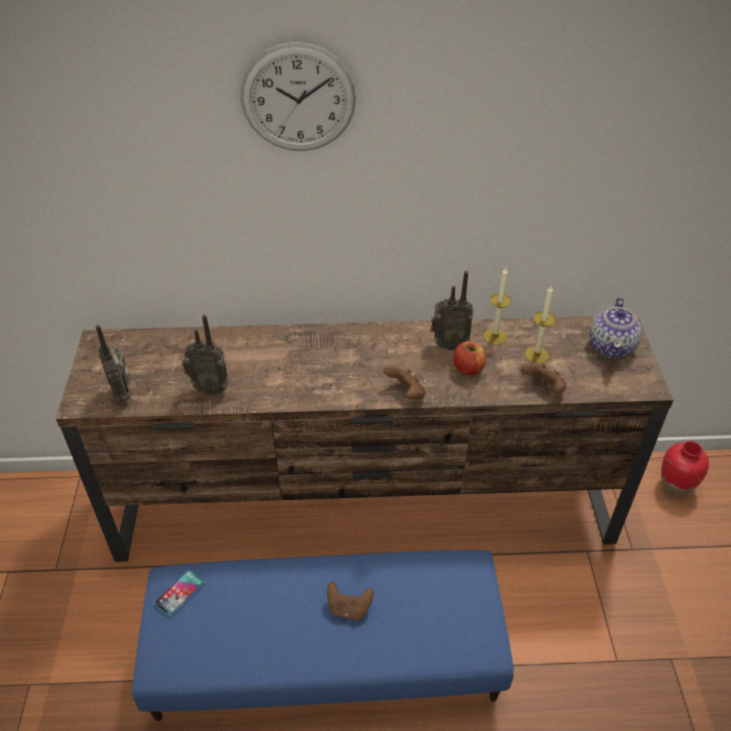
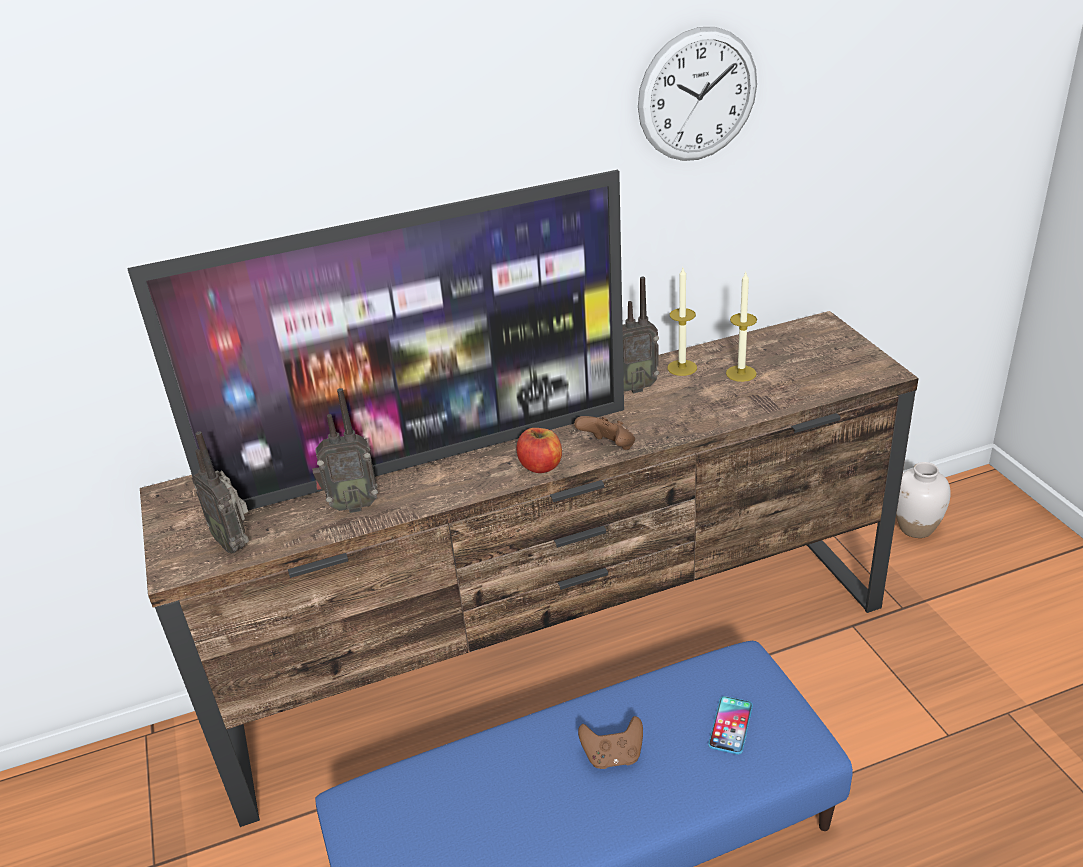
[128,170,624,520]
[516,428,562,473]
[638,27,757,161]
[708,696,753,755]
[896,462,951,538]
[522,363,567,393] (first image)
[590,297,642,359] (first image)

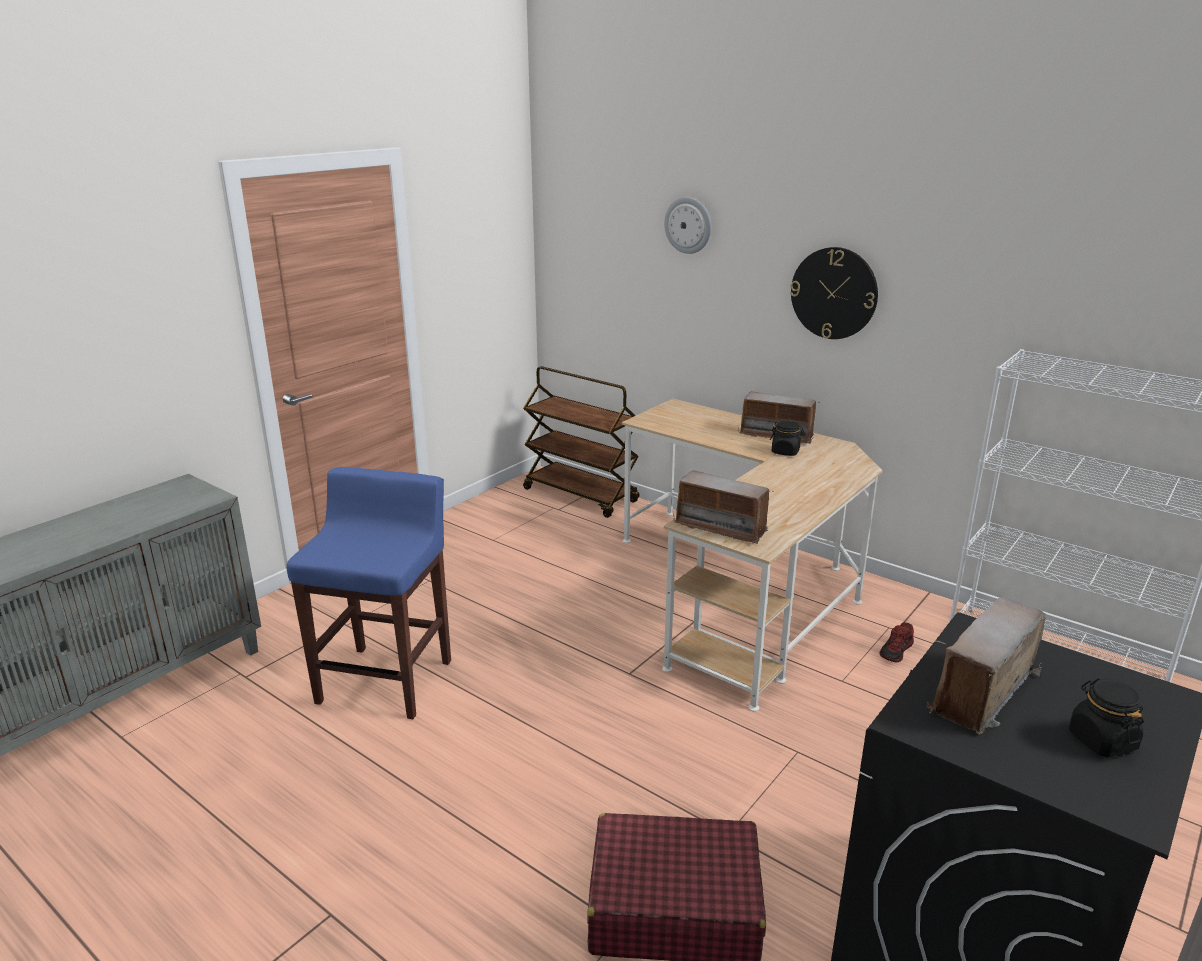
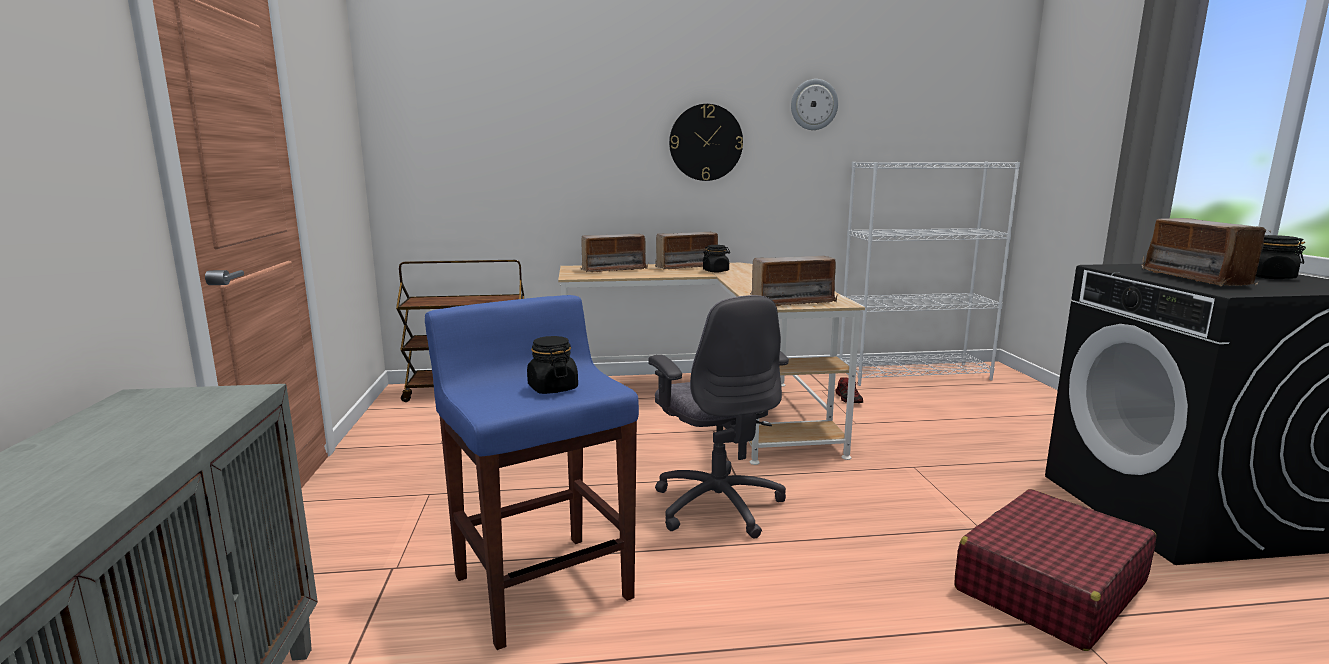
[527,336,578,394]
[582,234,648,272]
[648,295,789,538]
[791,79,838,130]

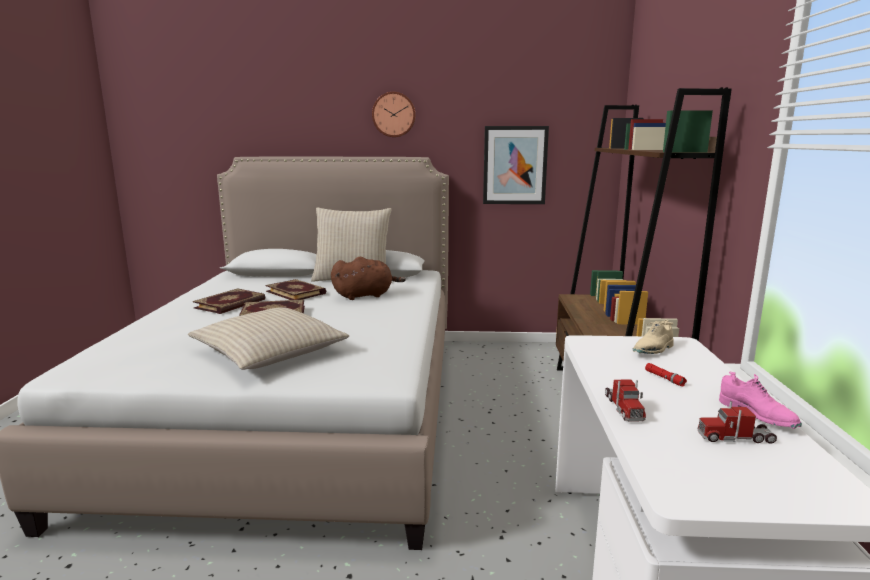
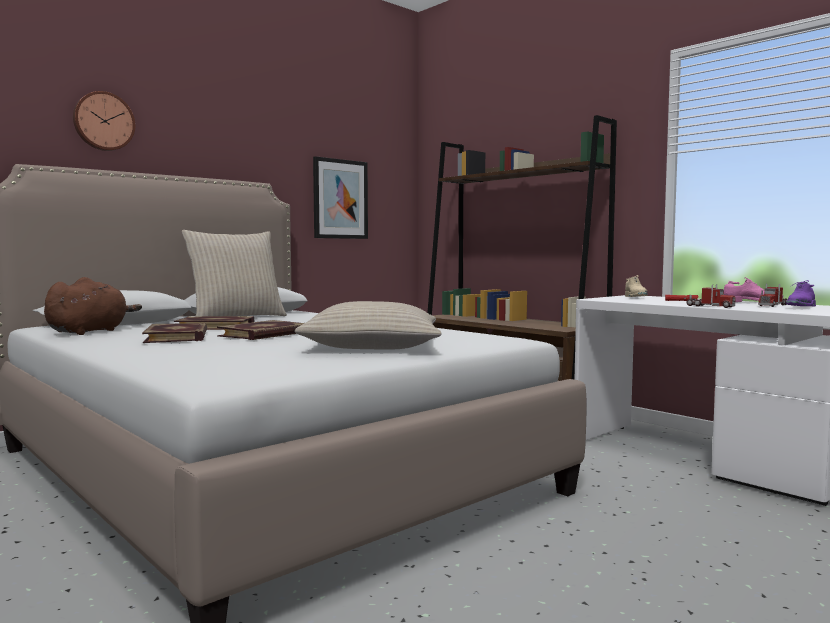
[44,277,142,335]
[73,91,135,151]
[786,280,816,307]

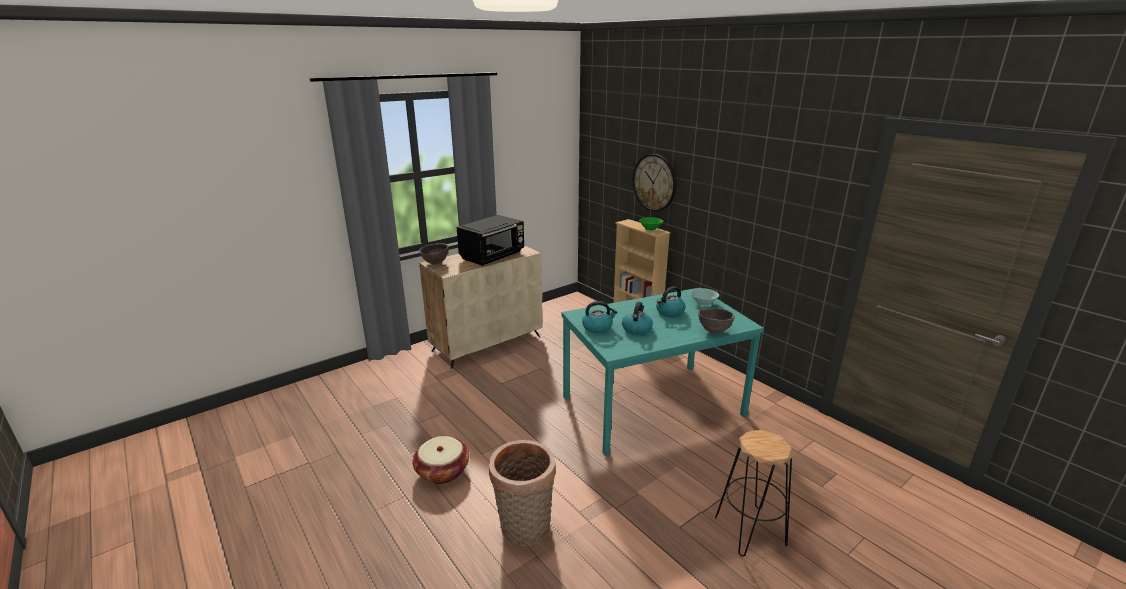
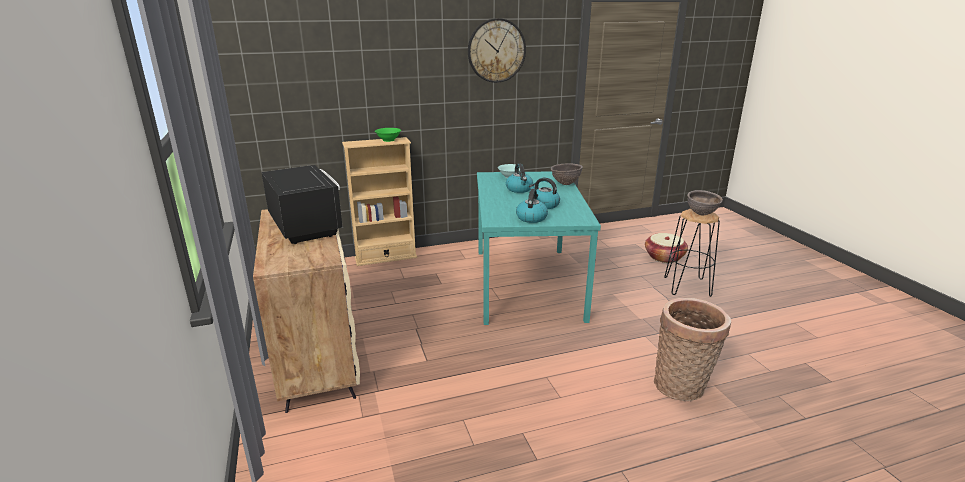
[468,18,526,83]
[645,233,688,263]
[687,190,723,215]

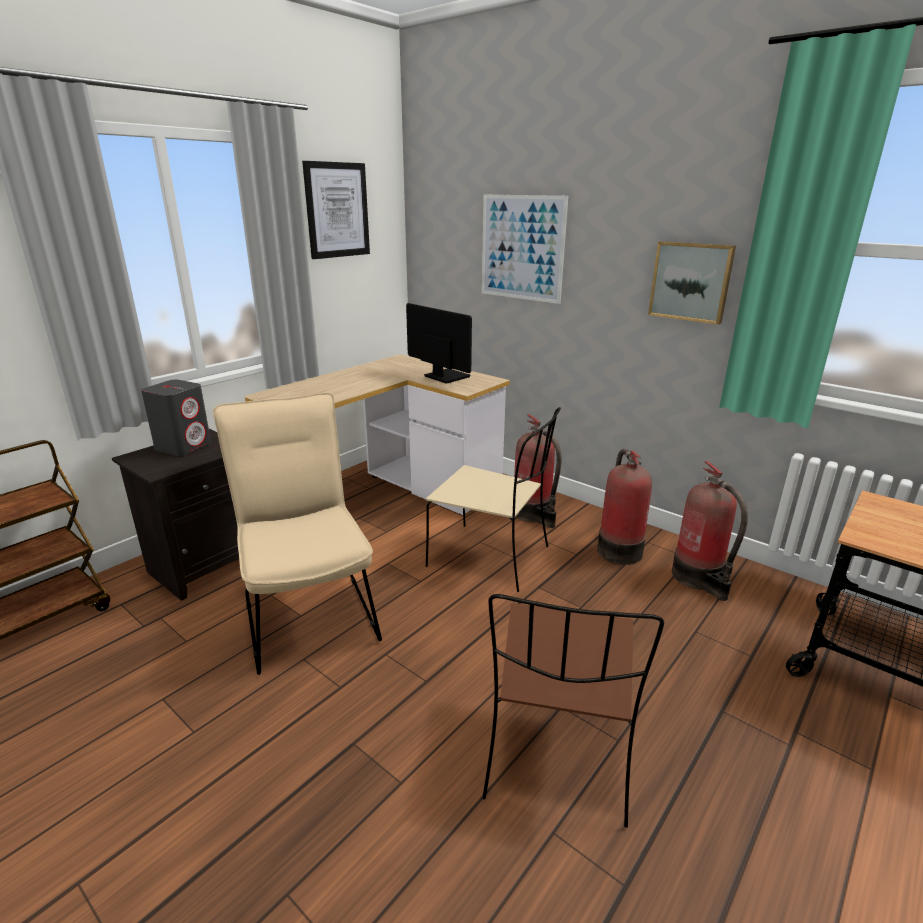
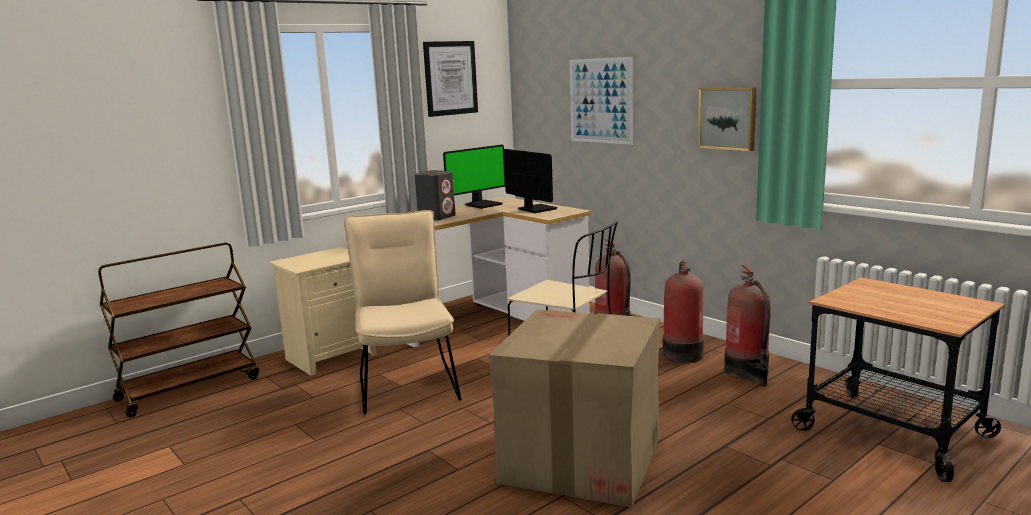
[269,247,377,376]
[415,170,456,220]
[443,145,505,209]
[489,309,660,507]

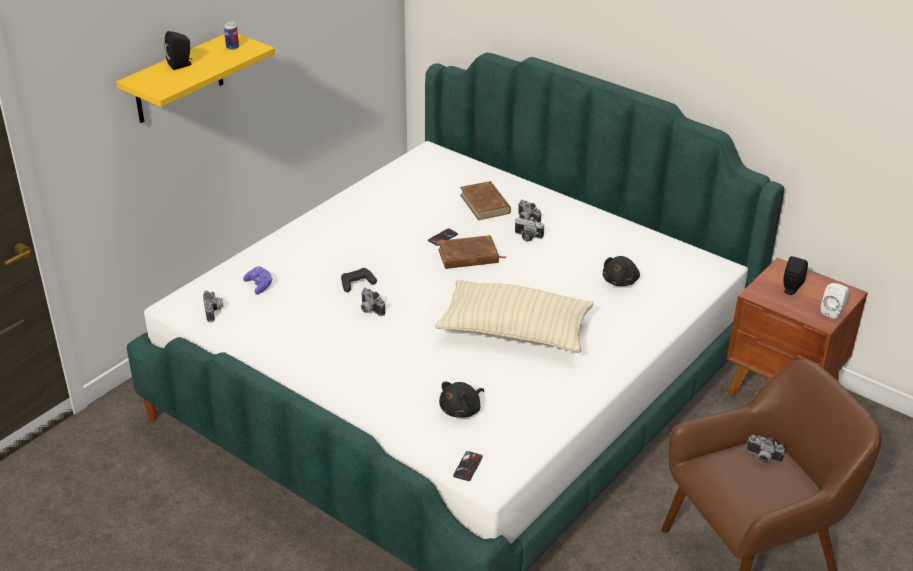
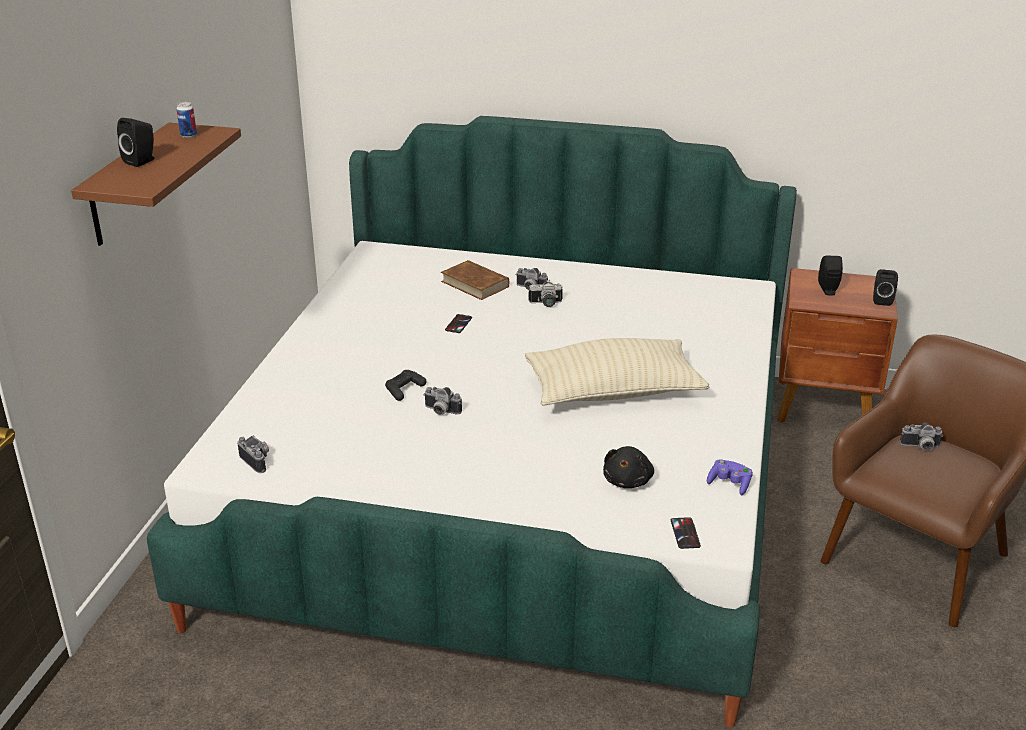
[71,123,241,246]
[707,459,753,495]
[873,269,898,306]
[438,235,505,269] (first image)
[603,256,640,286] (first image)

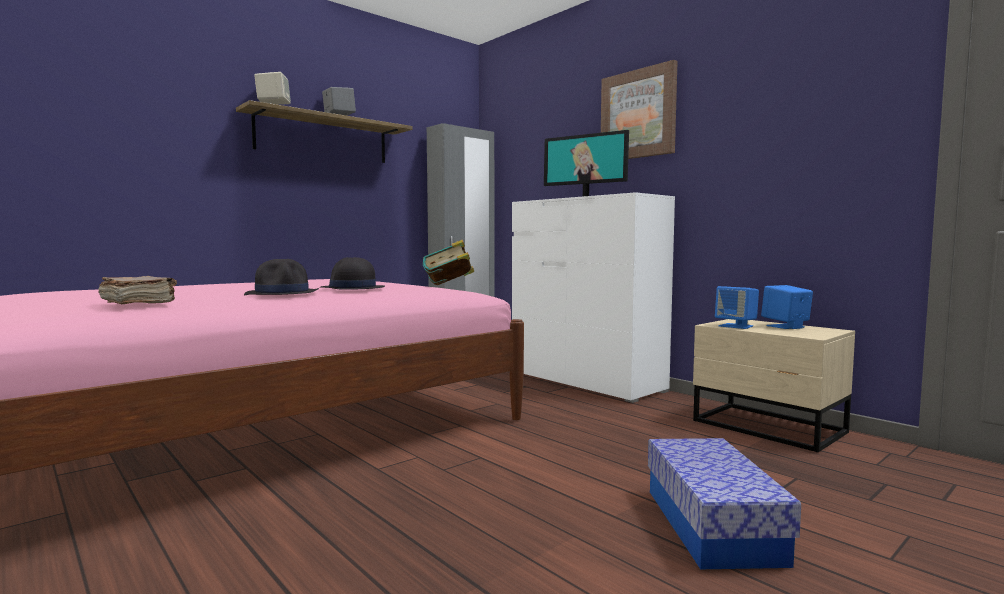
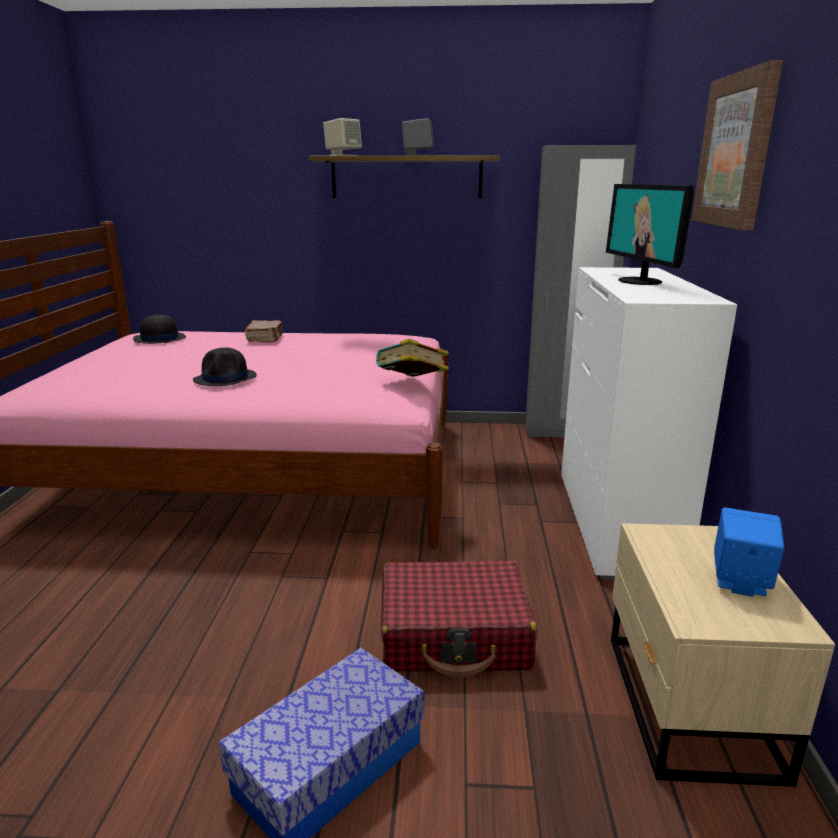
[133,314,186,344]
[245,320,283,343]
[381,561,537,677]
[715,286,759,329] (first image)

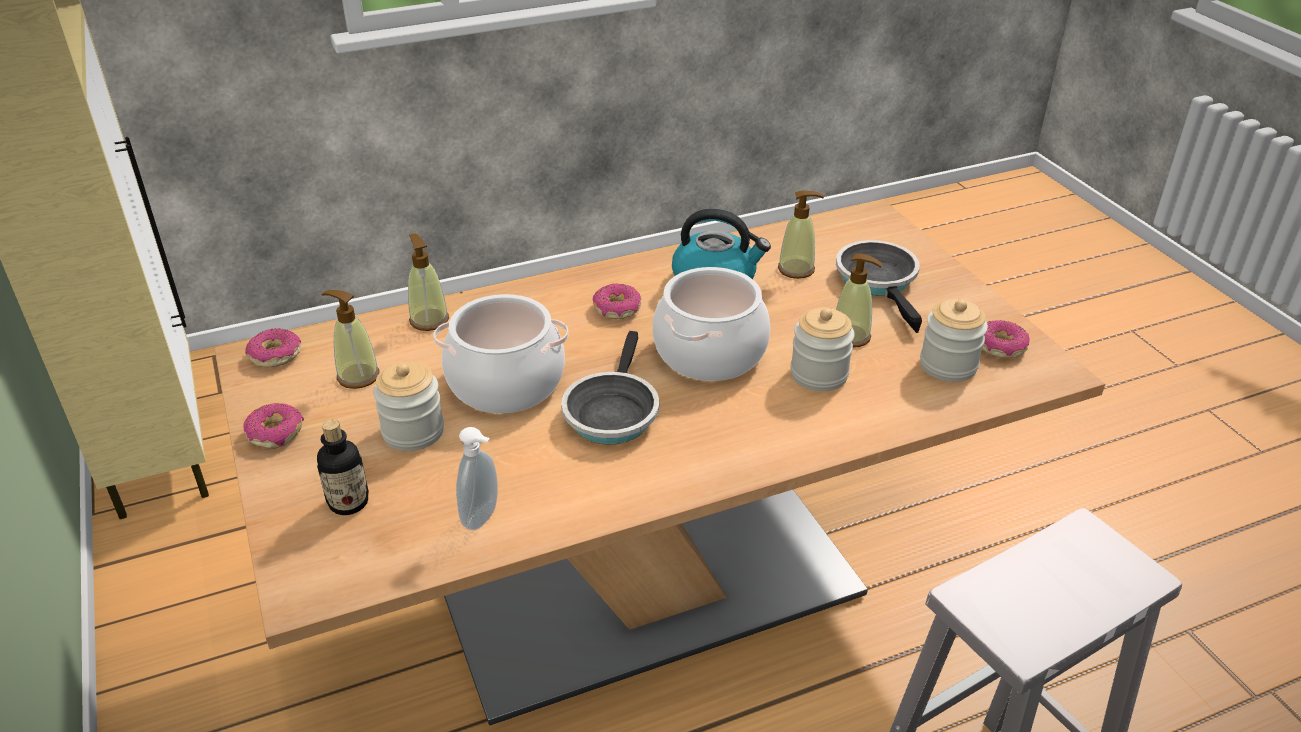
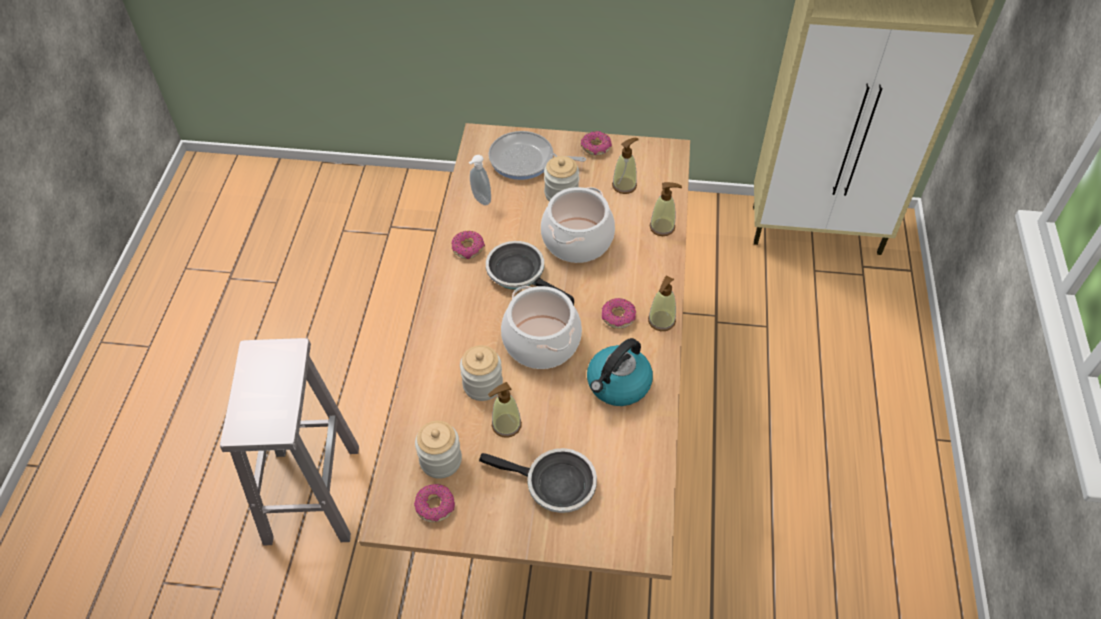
[451,231,485,259]
[489,131,586,180]
[648,276,676,331]

